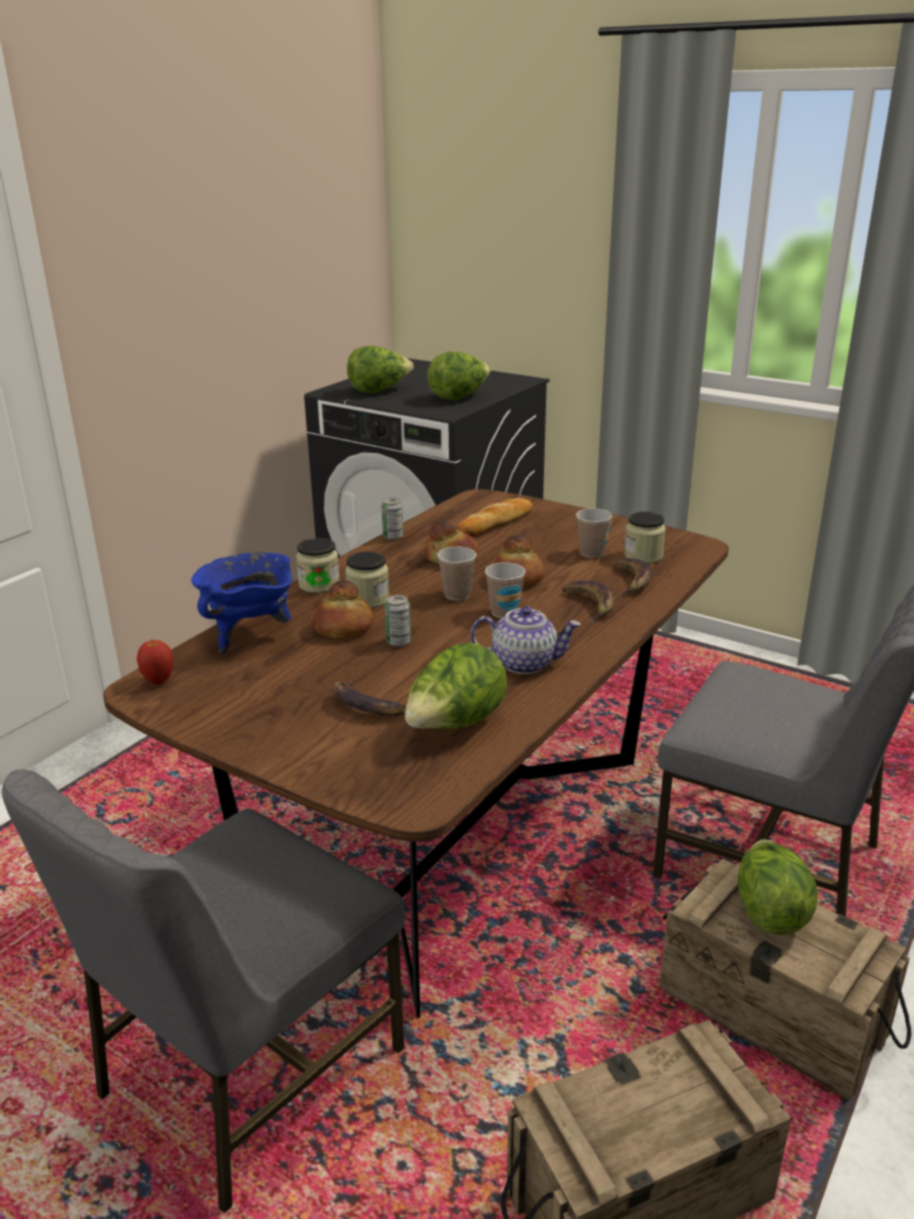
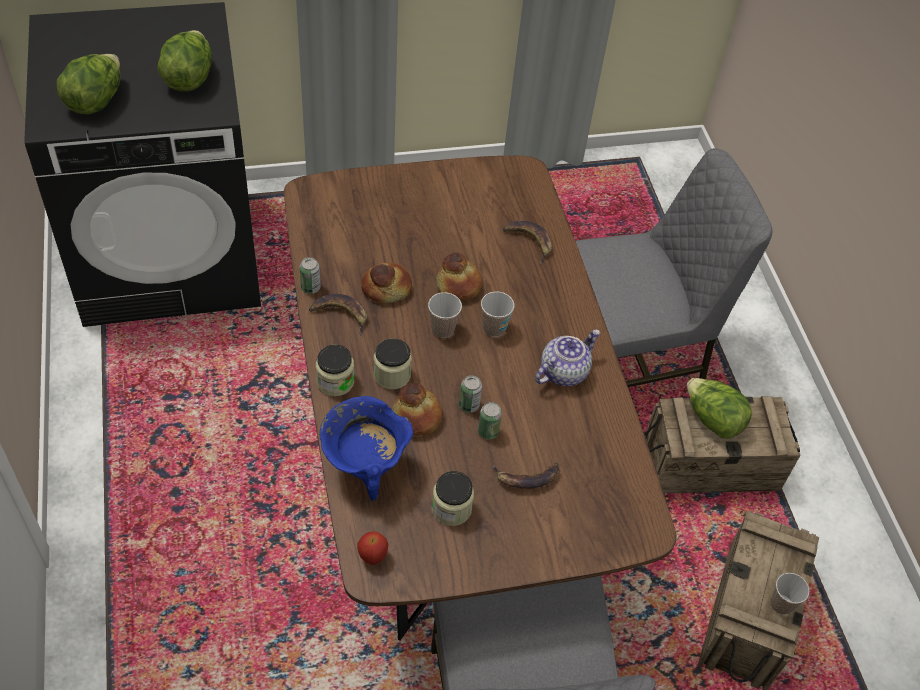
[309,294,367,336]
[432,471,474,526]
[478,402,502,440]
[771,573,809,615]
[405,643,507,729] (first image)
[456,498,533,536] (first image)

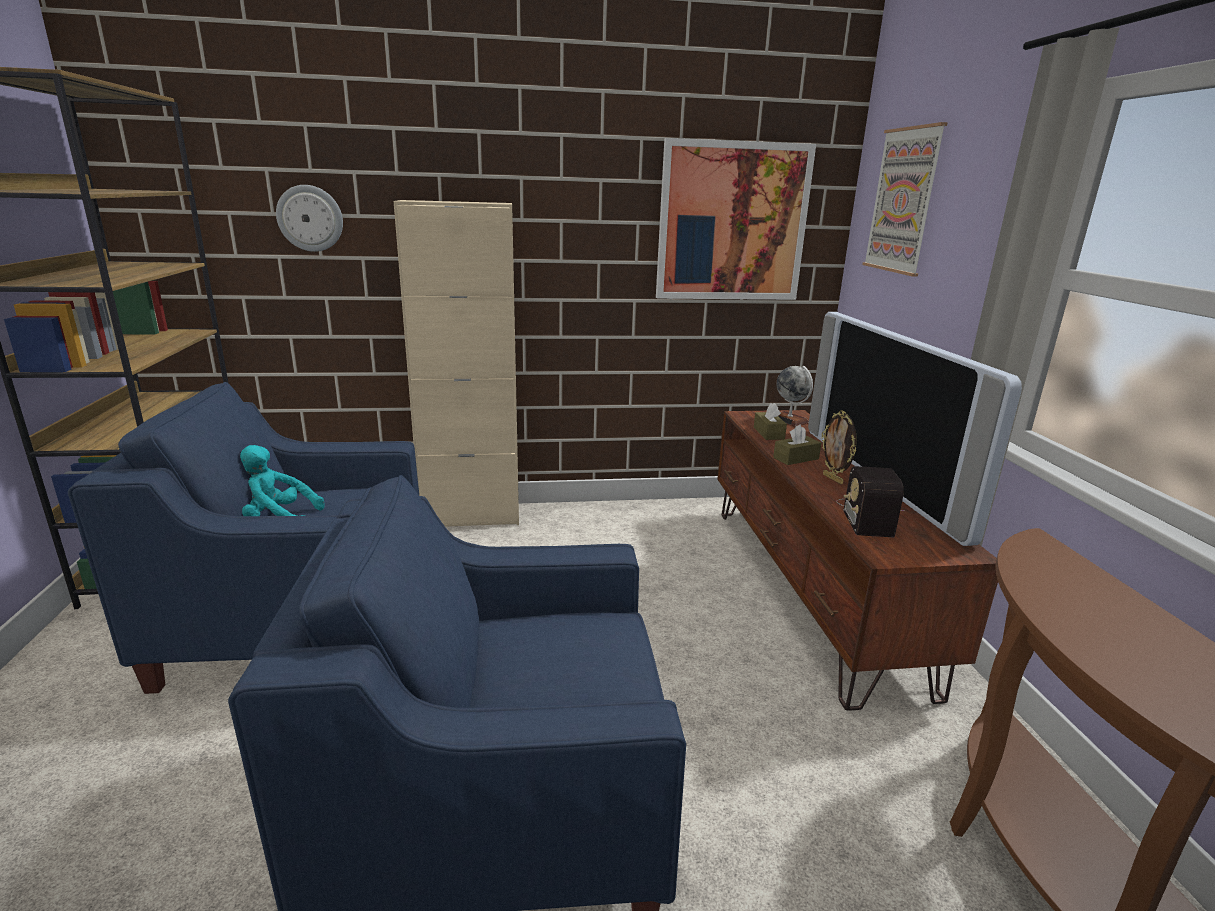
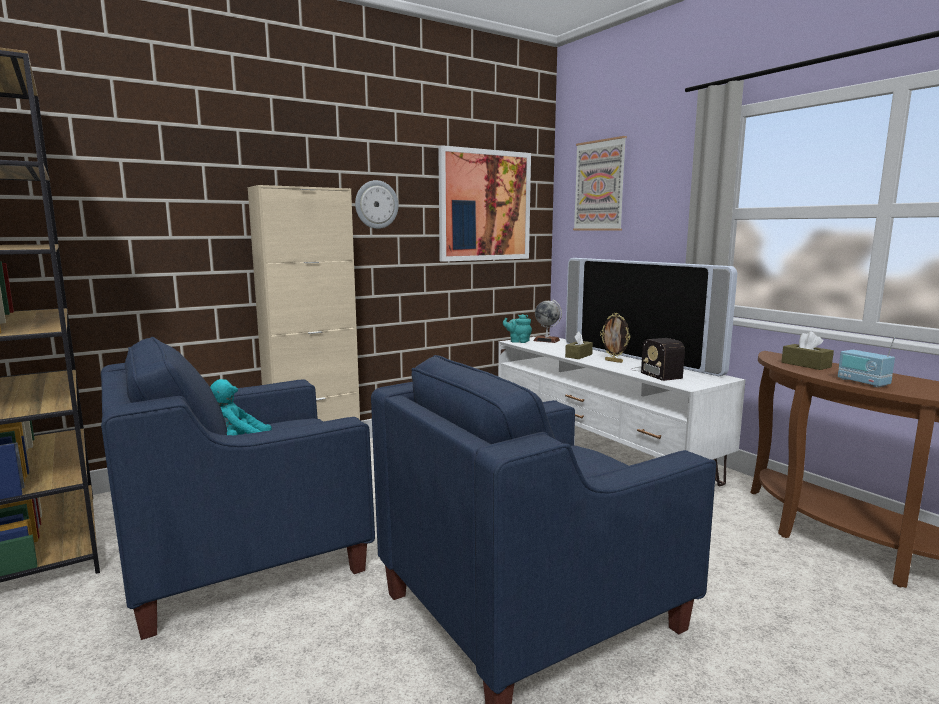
[355,180,399,229]
[498,335,746,487]
[503,314,532,343]
[781,331,834,370]
[838,338,895,387]

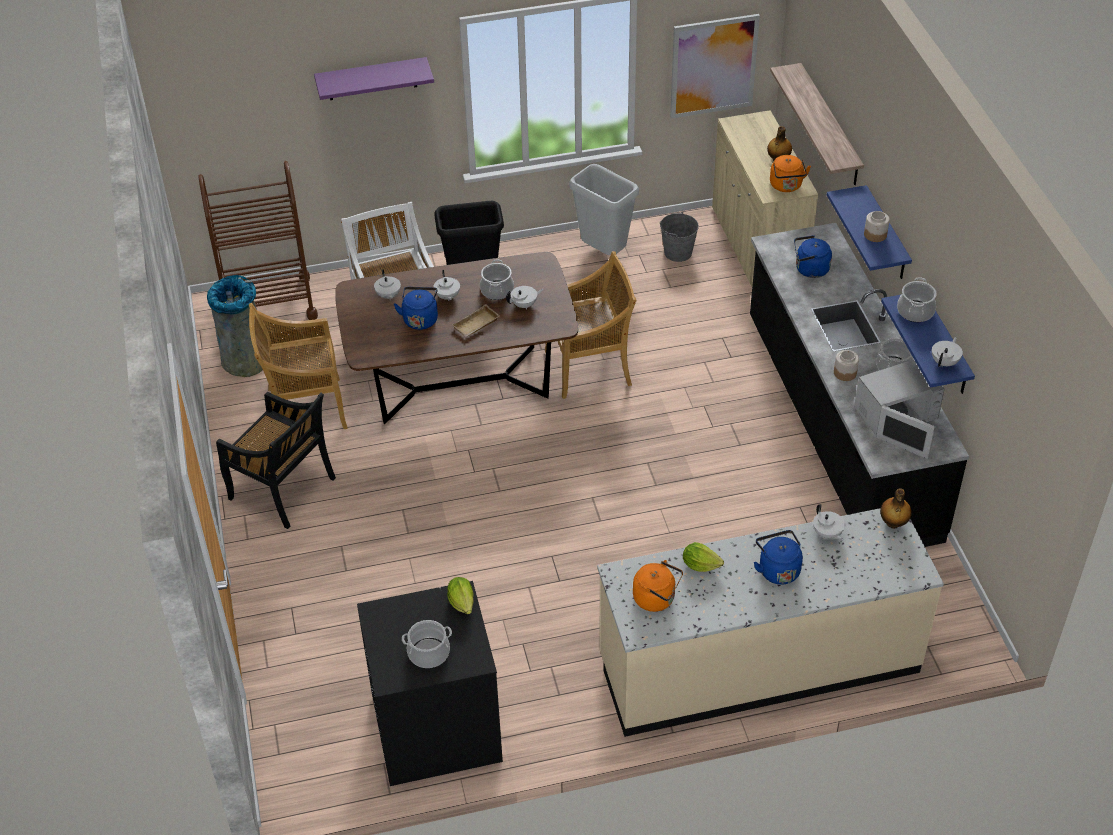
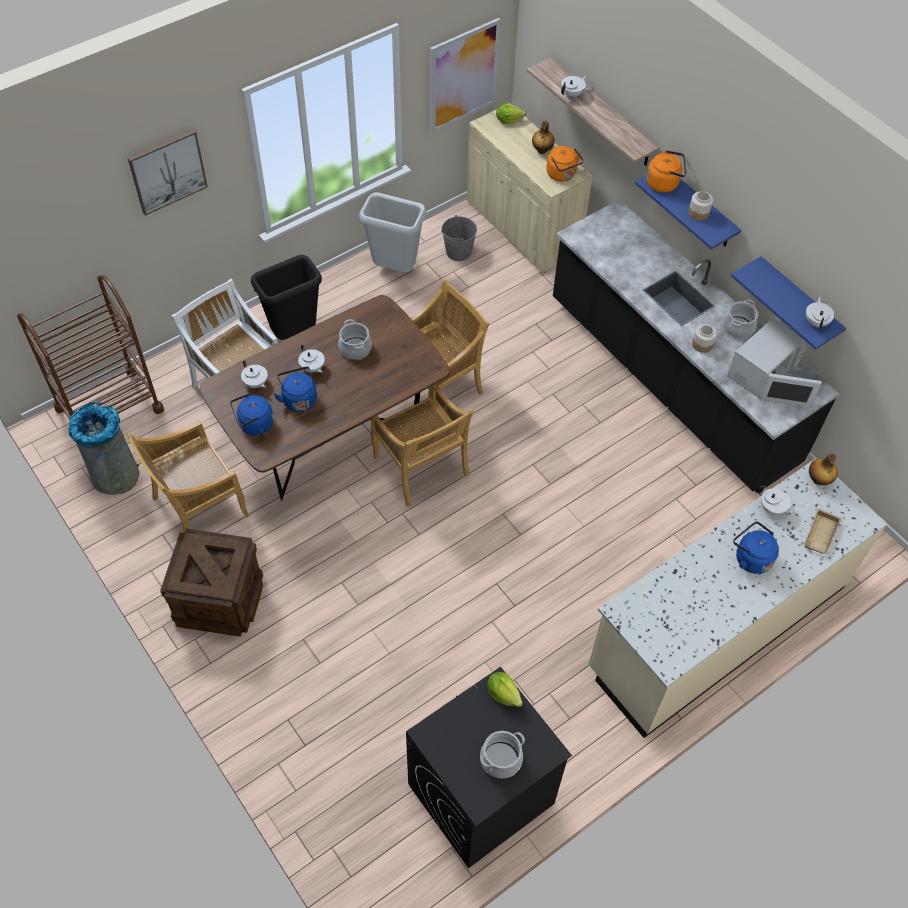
[128,129,208,216]
[160,529,263,637]
[230,393,274,436]
[371,384,474,507]
[496,104,526,124]
[561,75,587,98]
[646,150,686,193]
[804,509,842,555]
[897,277,937,322] (first image)

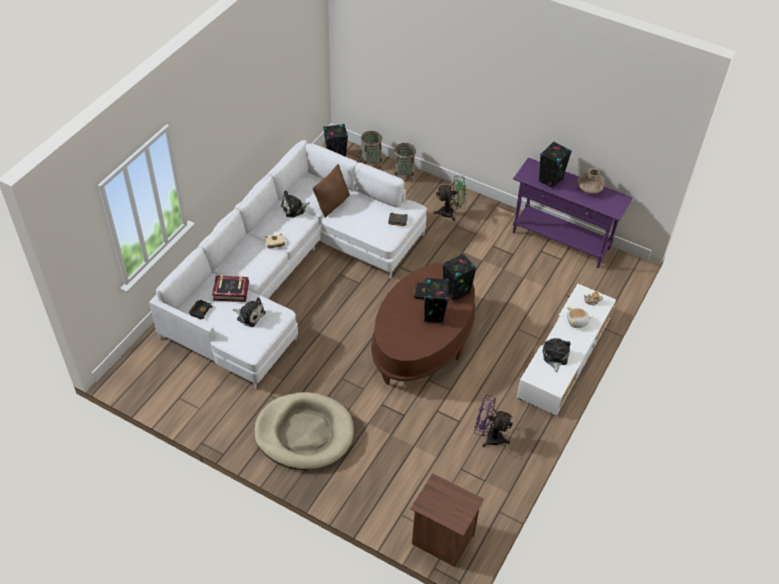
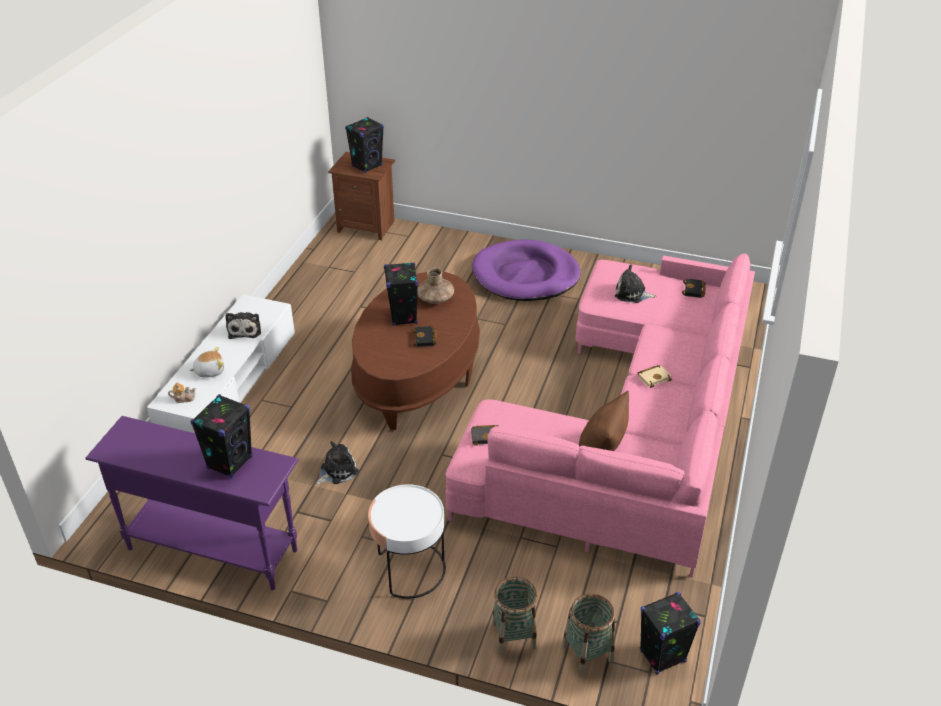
[316,441,359,485]
[345,117,384,173]
[368,484,446,599]
[417,268,454,304]
[445,253,755,578]
[472,240,580,301]
[212,275,249,302] (first image)
[474,395,513,448] (first image)

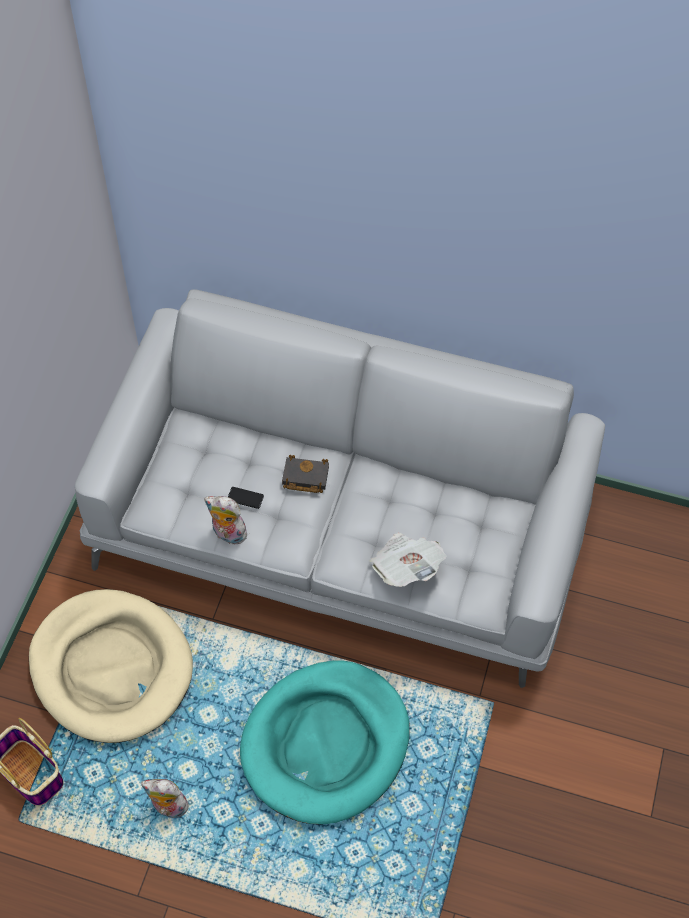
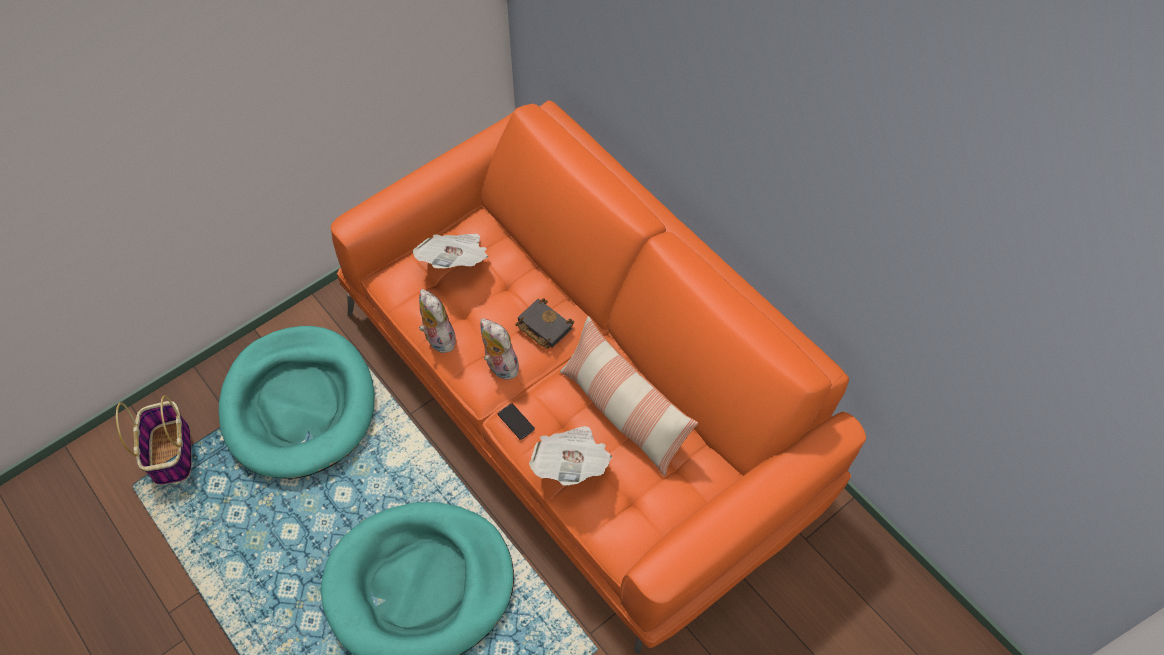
[219,326,375,478]
[331,100,866,654]
[413,233,488,269]
[480,318,521,380]
[498,403,535,440]
[560,316,698,477]

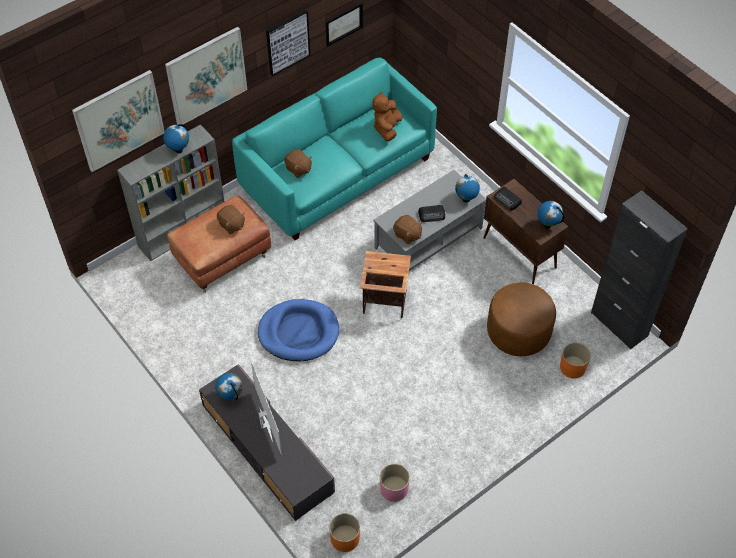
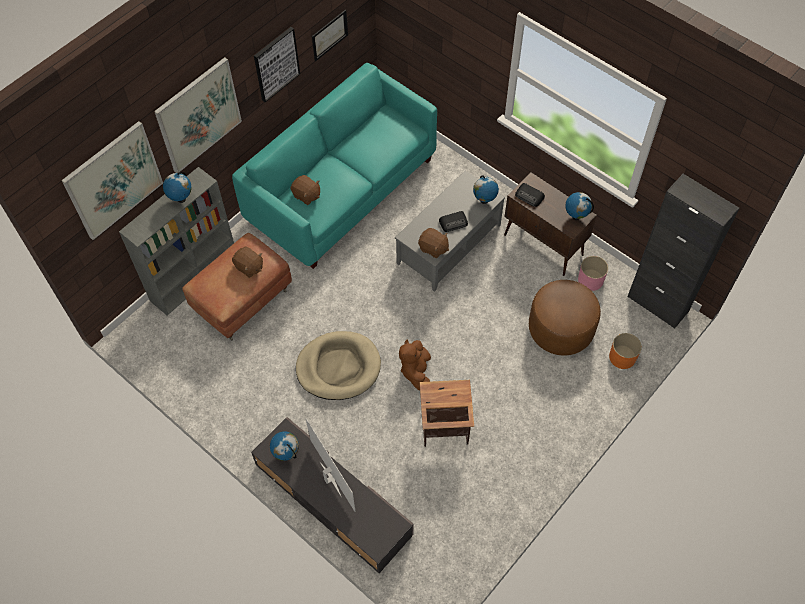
[296,331,381,400]
[399,339,431,391]
[420,380,474,447]
[578,256,608,291]
[329,513,360,552] (first image)

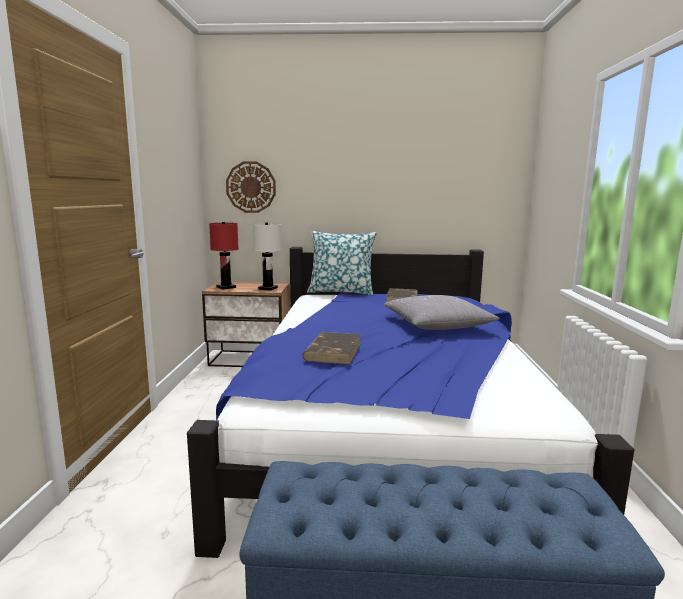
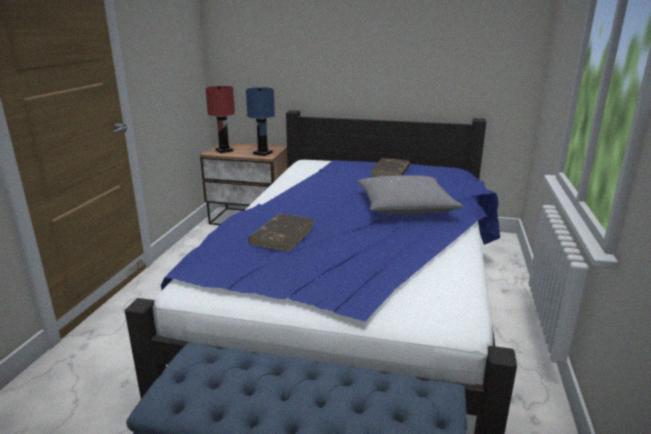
[246,87,275,156]
[226,161,276,213] (first image)
[307,231,377,295] (first image)

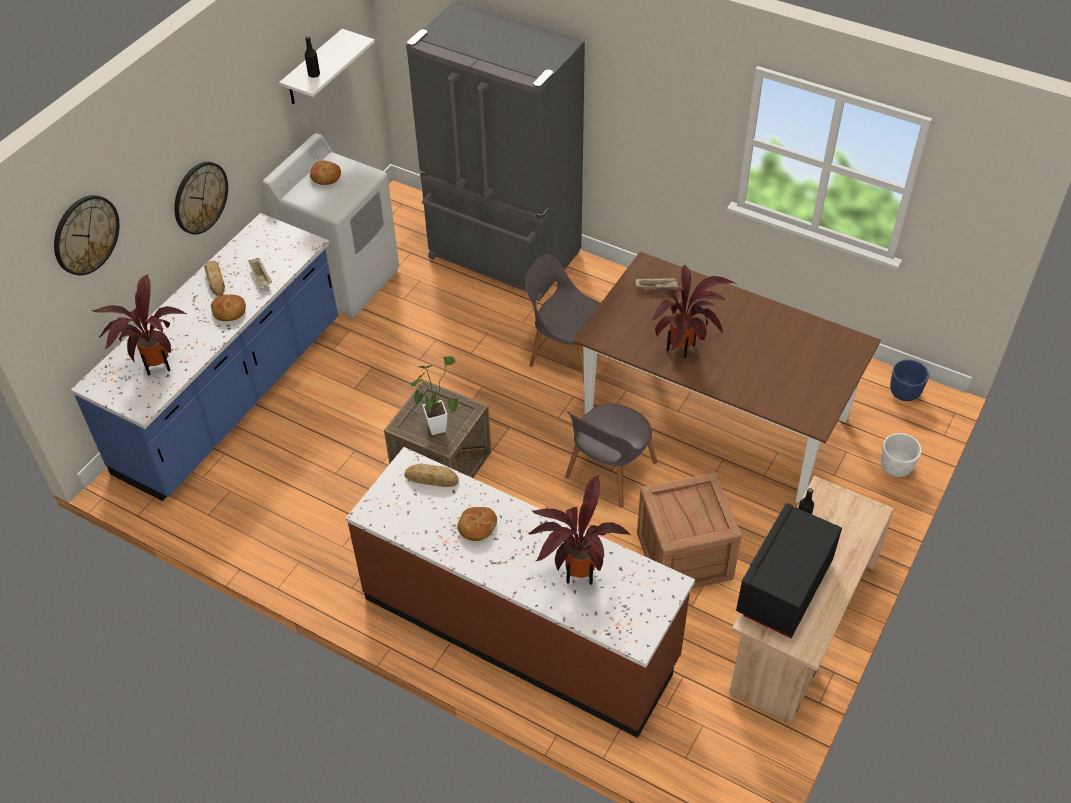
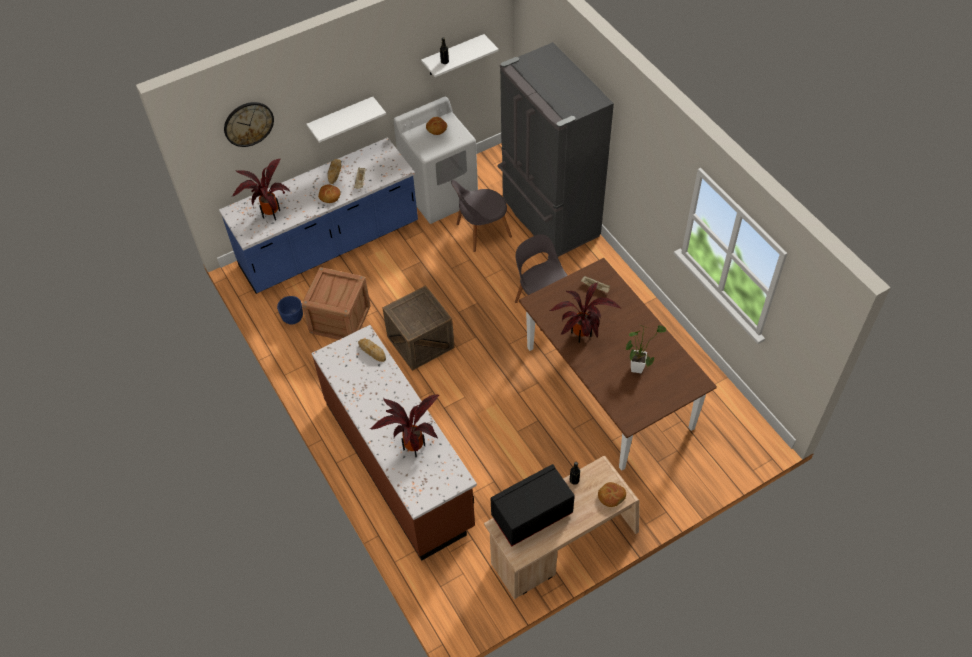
[277,296,303,324]
[302,267,371,340]
[306,97,386,143]
[451,180,512,252]
[598,482,626,507]
[626,325,666,373]
[881,433,922,477] (first image)

